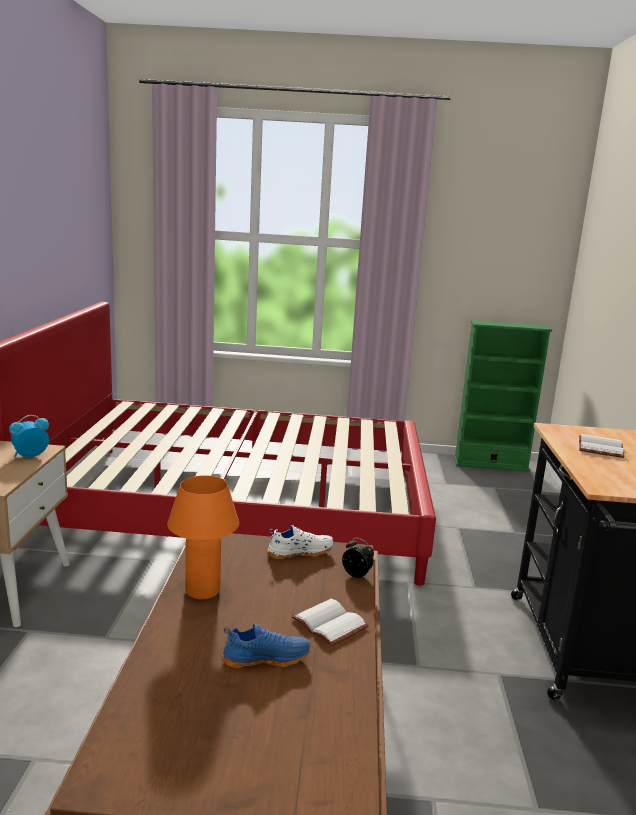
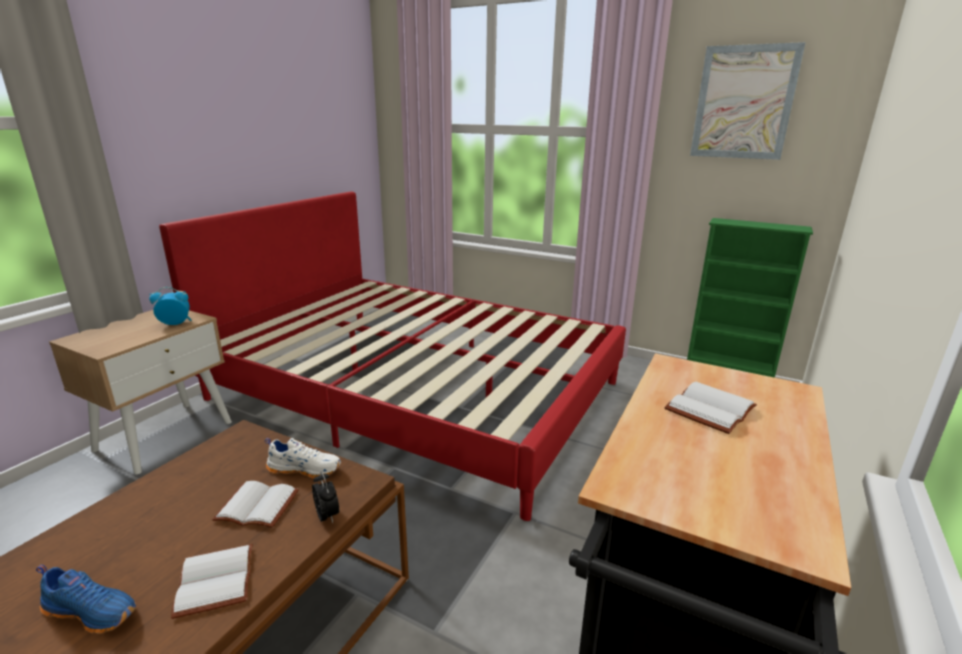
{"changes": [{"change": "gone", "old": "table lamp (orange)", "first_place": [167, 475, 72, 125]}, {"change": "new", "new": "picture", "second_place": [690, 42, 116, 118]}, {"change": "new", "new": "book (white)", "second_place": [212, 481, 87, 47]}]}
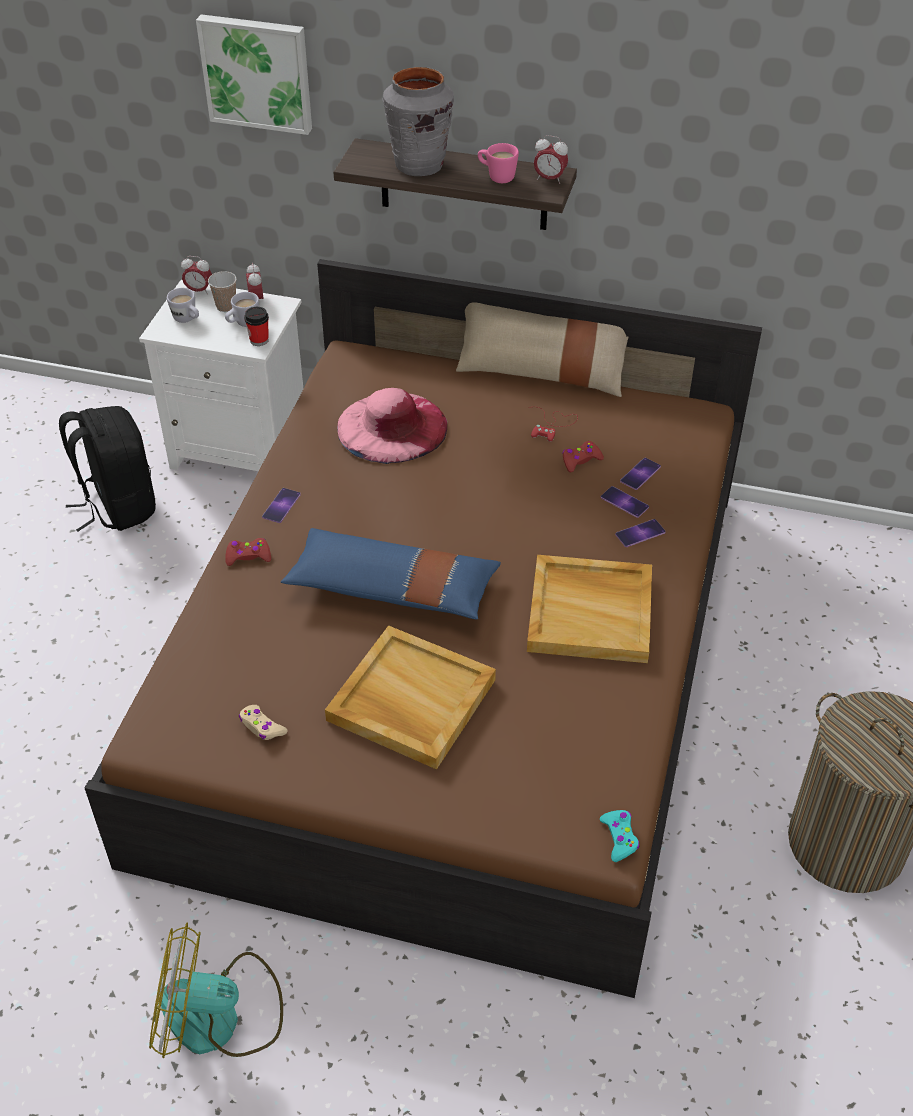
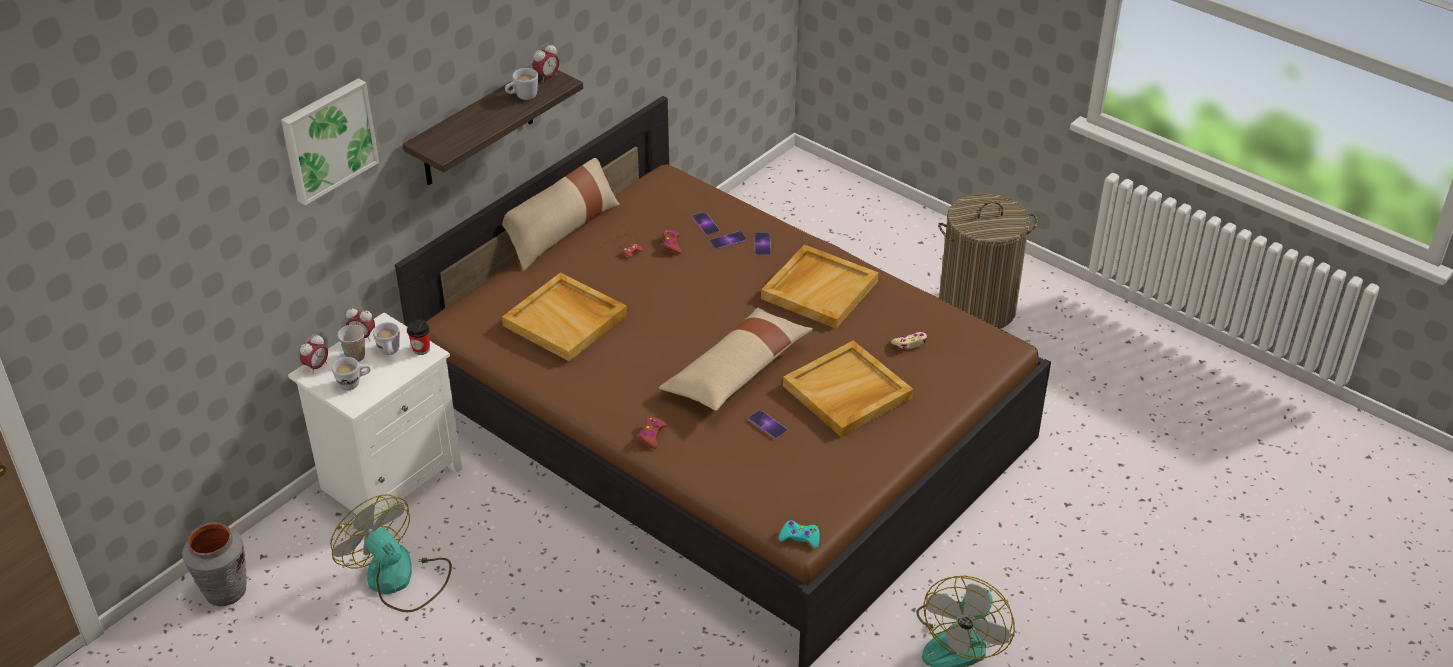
{"changes": [{"change": "shifted", "old": "vase (grey)", "first_place": [383, 67, 71, 109], "second_place": [182, 522, 65, 84]}, {"change": "repainted", "old": "mug (pink)", "new": "mug (white)", "first_place": [478, 143, 41, 40], "second_place": [505, 68, 33, 32]}, {"change": "swapped", "old": "hat (pink)", "new": "tray (beige)", "first_place": [337, 388, 110, 76], "second_place": [502, 272, 125, 90]}, {"change": "swapped", "old": "backpack (black)", "new": "fan", "first_place": [59, 406, 97, 126], "second_place": [330, 494, 122, 118]}, {"change": "shifted", "old": "phone", "first_place": [262, 488, 39, 35], "second_place": [748, 410, 40, 29]}, {"change": "repainted", "old": "pillow (blue)", "new": "pillow (beige)", "first_place": [281, 528, 220, 91], "second_place": [659, 308, 154, 103]}, {"change": "shifted", "old": "game controller (beige)", "first_place": [239, 705, 49, 35], "second_place": [891, 332, 36, 17]}, {"change": "shifted", "old": "game controller (turquoise)", "first_place": [600, 810, 39, 52], "second_place": [779, 520, 41, 28]}]}
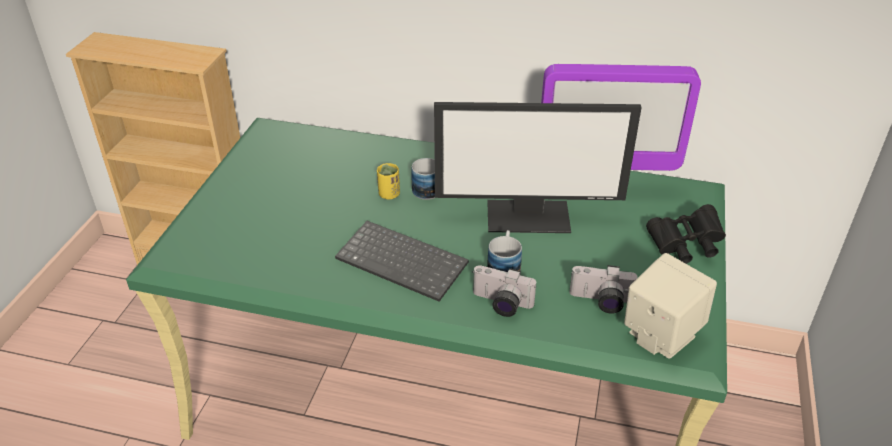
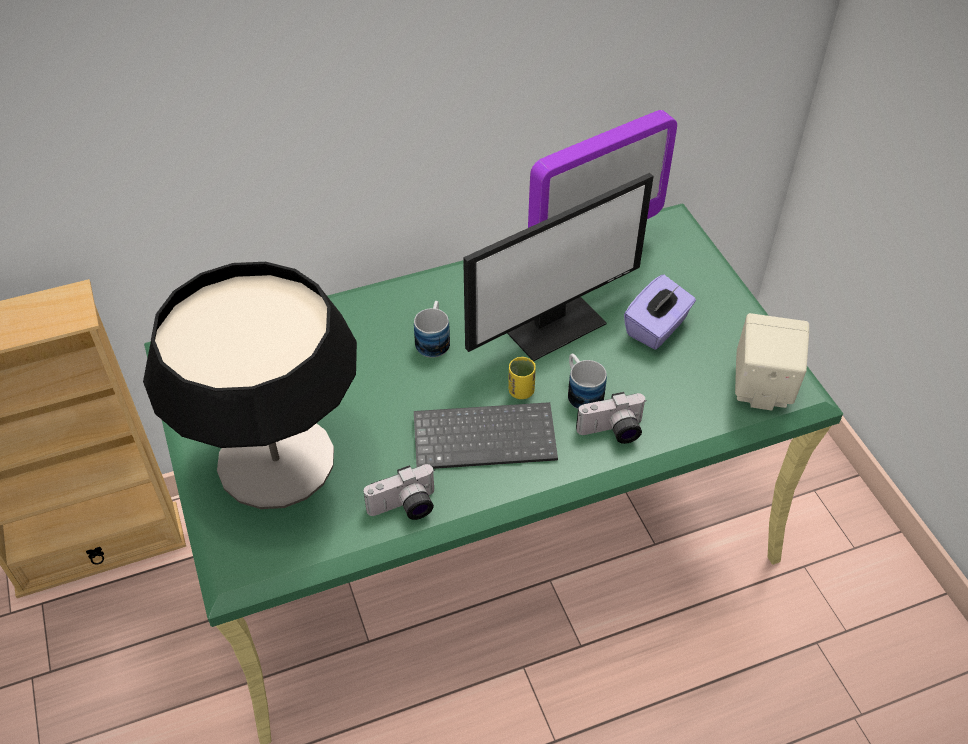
{"changes": [{"change": "shifted", "old": "cup (yellow)", "first_place": [377, 163, 23, 36], "second_place": [508, 357, 28, 42]}, {"change": "gone", "old": "binoculars (black)", "first_place": [646, 204, 80, 60]}, {"change": "shifted", "old": "photo camera", "first_place": [569, 265, 69, 49], "second_place": [363, 464, 72, 56]}, {"change": "new", "new": "table lamp", "second_place": [143, 262, 214, 247]}, {"change": "new", "new": "tissue box (purple)", "second_place": [624, 275, 72, 75]}]}
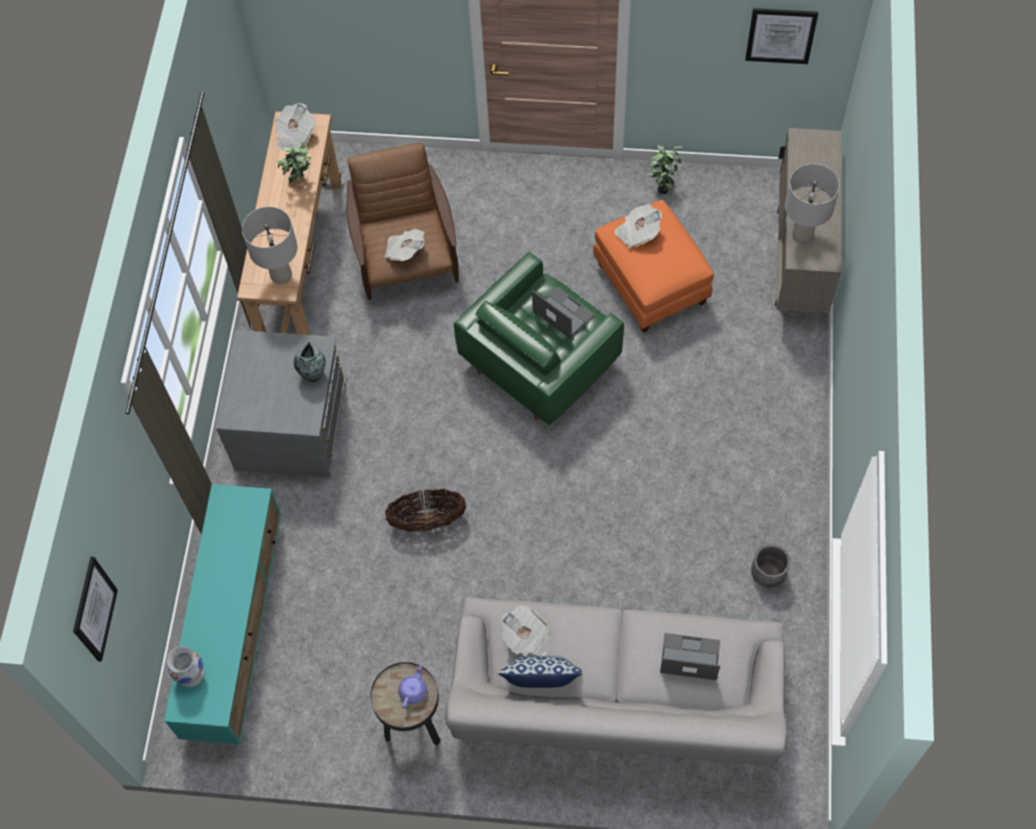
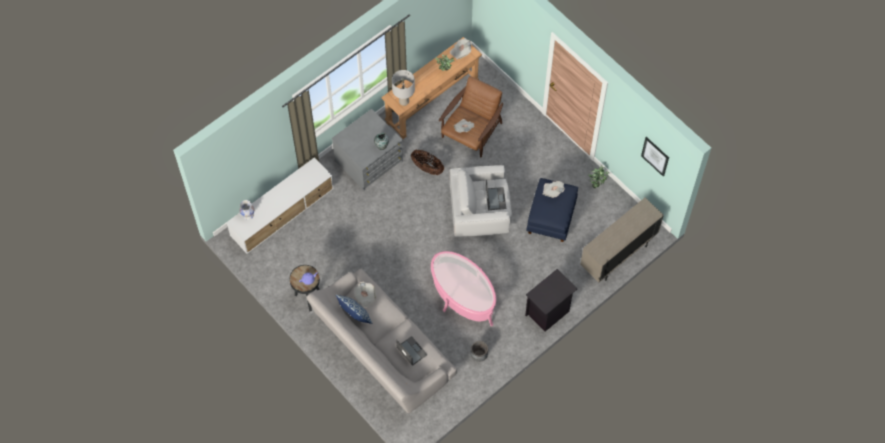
{"changes": [{"change": "gone", "old": "table lamp (grey)", "first_place": [785, 164, 55, 79]}, {"change": "repainted", "old": "ottoman (orange)", "new": "ottoman (blue)", "first_place": [593, 200, 121, 133], "second_place": [527, 178, 51, 64]}, {"change": "repainted", "old": "armchair (green)", "new": "armchair (white)", "first_place": [454, 252, 170, 173], "second_place": [450, 165, 62, 72]}, {"change": "repainted", "old": "tv stand (turquoise)", "new": "tv stand (white)", "first_place": [164, 484, 117, 260], "second_place": [226, 157, 108, 97]}, {"change": "shifted", "old": "basket", "first_place": [385, 489, 81, 43], "second_place": [411, 150, 33, 25]}, {"change": "gone", "old": "picture", "first_place": [73, 557, 45, 105]}, {"change": "new", "new": "coffee table (pink)", "second_place": [431, 251, 65, 76]}, {"change": "new", "new": "nightstand (black)", "second_place": [525, 269, 52, 63]}]}
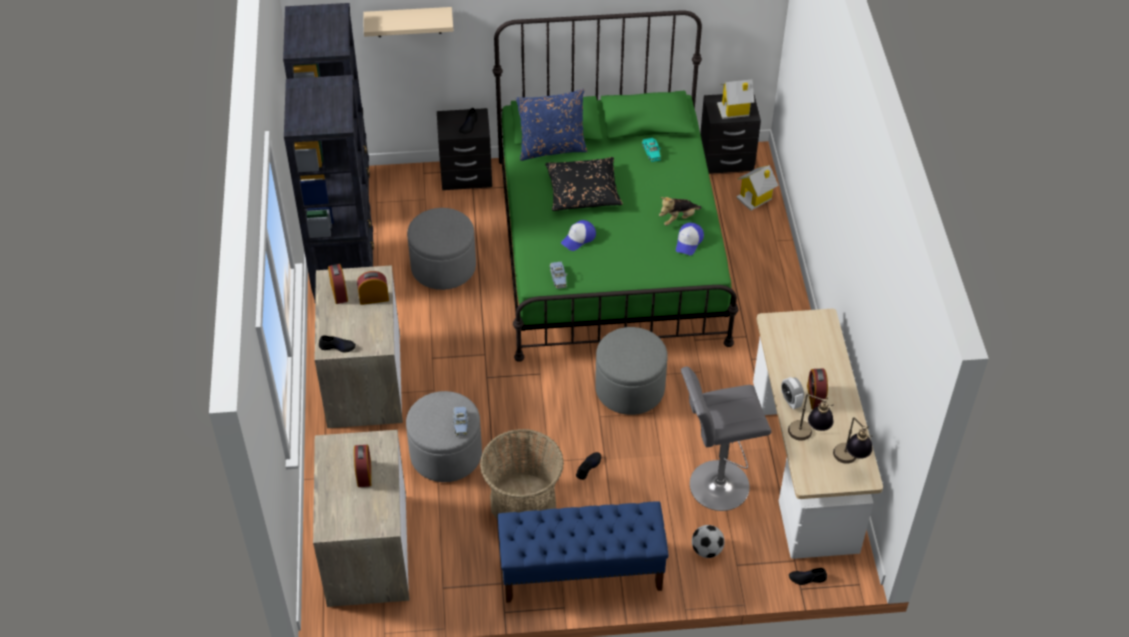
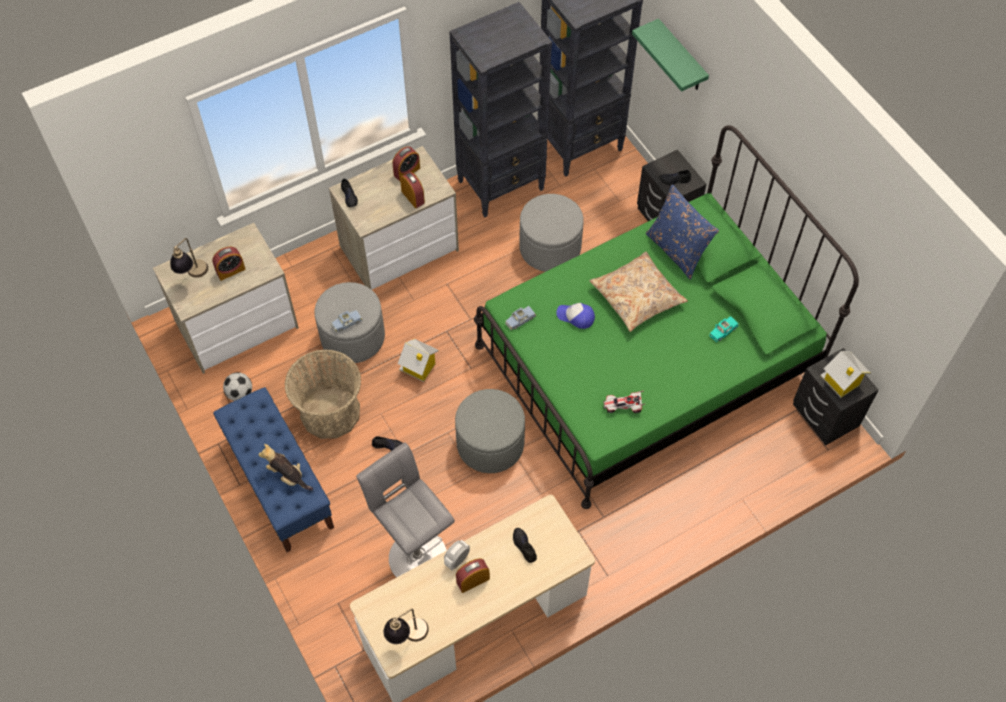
{"changes": [{"change": "repainted", "old": "shelf (beige)", "new": "shelf (green)", "first_place": [363, 7, 91, 30], "second_place": [632, 19, 77, 73]}, {"change": "repainted", "old": "pillow (black)", "new": "pillow (beige)", "first_place": [545, 157, 78, 54], "second_place": [589, 252, 99, 80]}, {"change": "shifted", "old": "toy house", "first_place": [736, 165, 43, 46], "second_place": [398, 339, 41, 43]}, {"change": "shifted", "old": "plush toy", "first_place": [659, 197, 42, 29], "second_place": [258, 444, 55, 47]}, {"change": "swapped", "old": "cap", "new": "toy car", "first_place": [676, 223, 28, 33], "second_place": [603, 391, 42, 22]}, {"change": "shifted", "old": "table lamp", "first_place": [788, 394, 46, 47], "second_place": [170, 238, 38, 40]}, {"change": "shifted", "old": "football", "first_place": [692, 525, 33, 33], "second_place": [223, 372, 29, 29]}, {"change": "shifted", "old": "shoe (black)", "first_place": [789, 568, 38, 17], "second_place": [513, 528, 24, 35]}]}
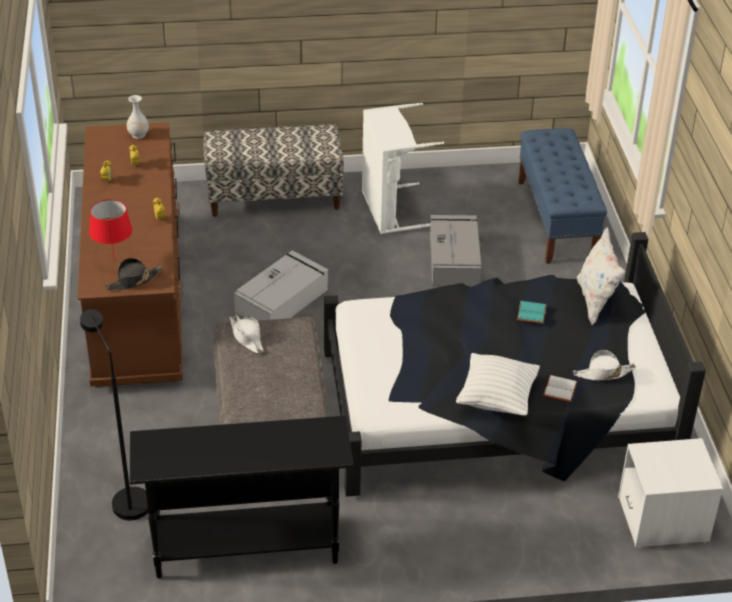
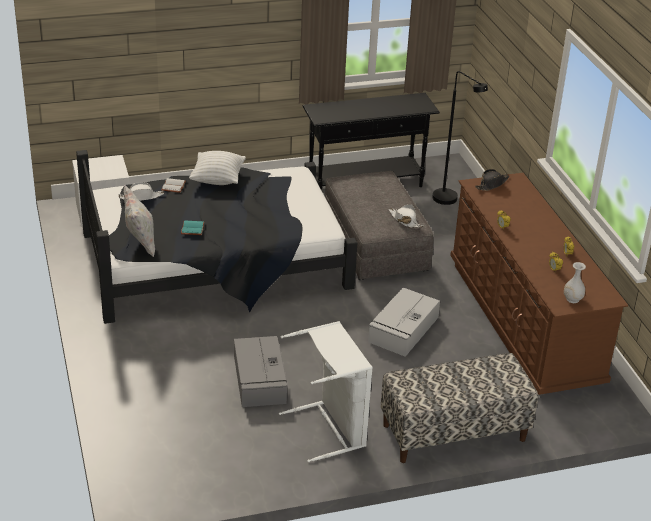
{"changes": [{"change": "gone", "old": "bench (blue)", "first_place": [518, 128, 89, 136]}, {"change": "gone", "old": "table lamp (red)", "first_place": [89, 199, 43, 63]}]}
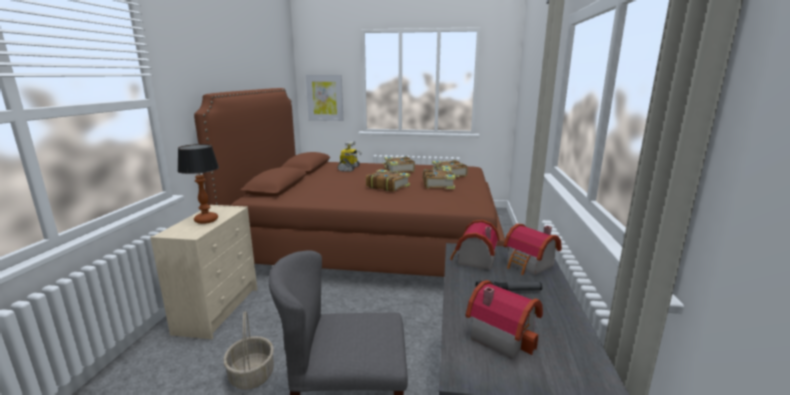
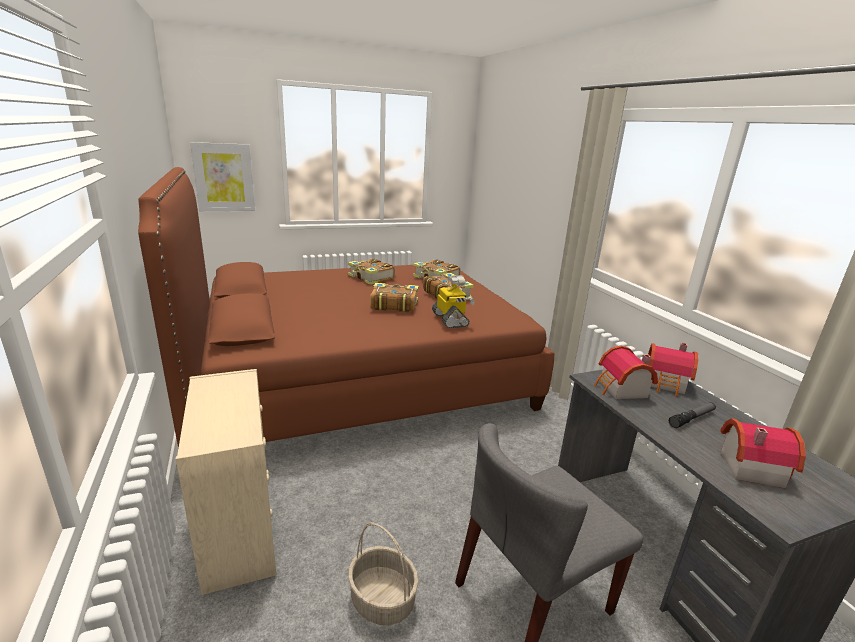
{"changes": [{"change": "shifted", "old": "toy robot", "first_place": [337, 141, 25, 31], "second_place": [432, 275, 43, 53]}, {"change": "gone", "old": "table lamp", "first_place": [177, 144, 42, 80]}]}
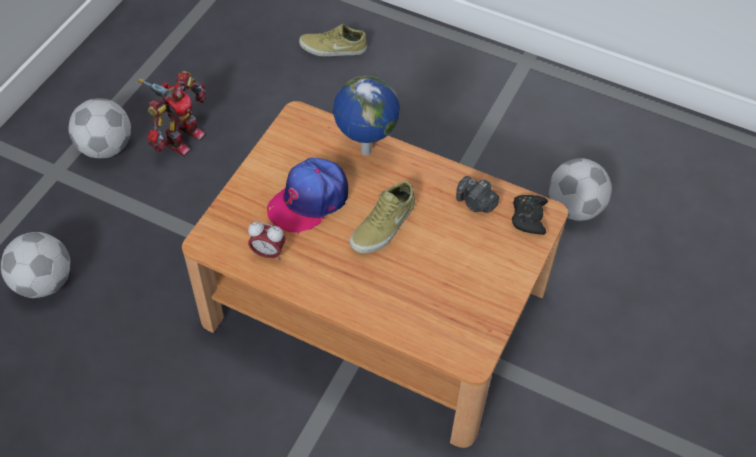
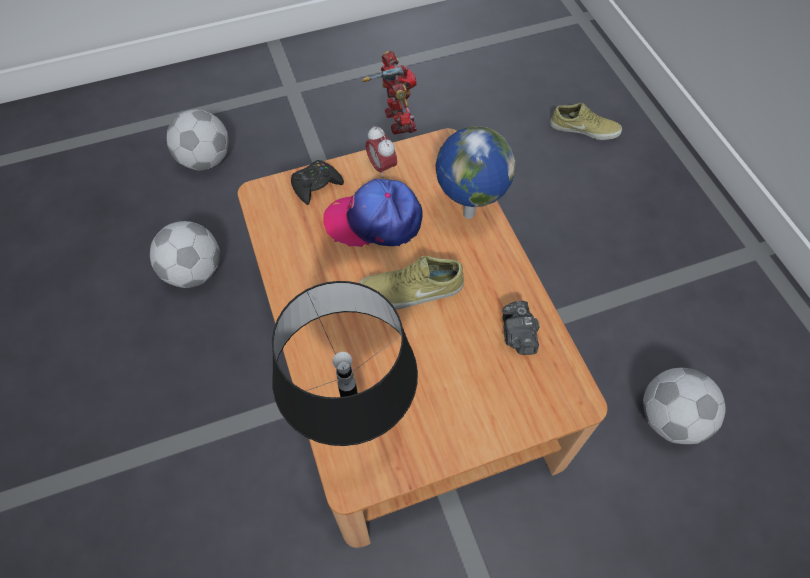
{"changes": [{"change": "rotated", "old": "shoe (beige)", "first_place": [299, 24, 68, 32], "second_place": [550, 103, 72, 37], "degrees": 150}, {"change": "rotated", "old": "toy robot", "first_place": [137, 71, 68, 85], "second_place": [362, 51, 55, 83], "degrees": -90}, {"change": "shifted", "old": "football", "first_place": [69, 98, 62, 60], "second_place": [150, 221, 70, 67]}, {"change": "shifted", "old": "game controller (black)", "first_place": [512, 195, 36, 40], "second_place": [291, 160, 53, 45]}, {"change": "shifted", "old": "alarm clock", "first_place": [248, 222, 38, 39], "second_place": [366, 126, 31, 52]}, {"change": "new", "new": "table lamp (black)", "second_place": [272, 281, 146, 165]}]}
